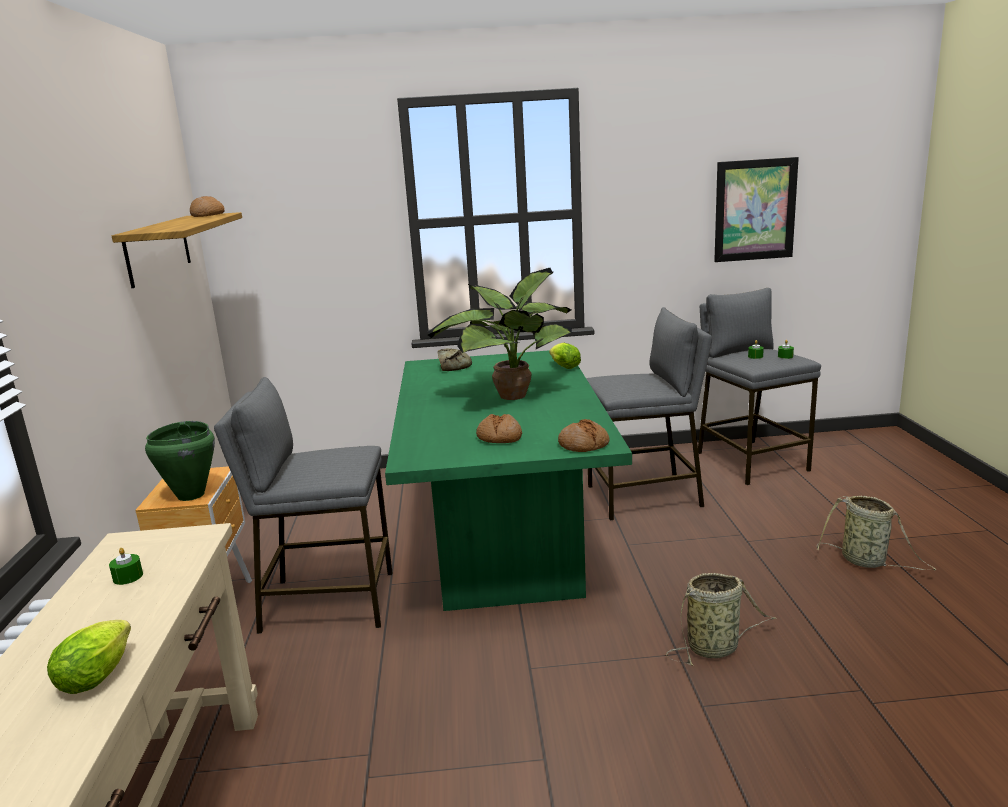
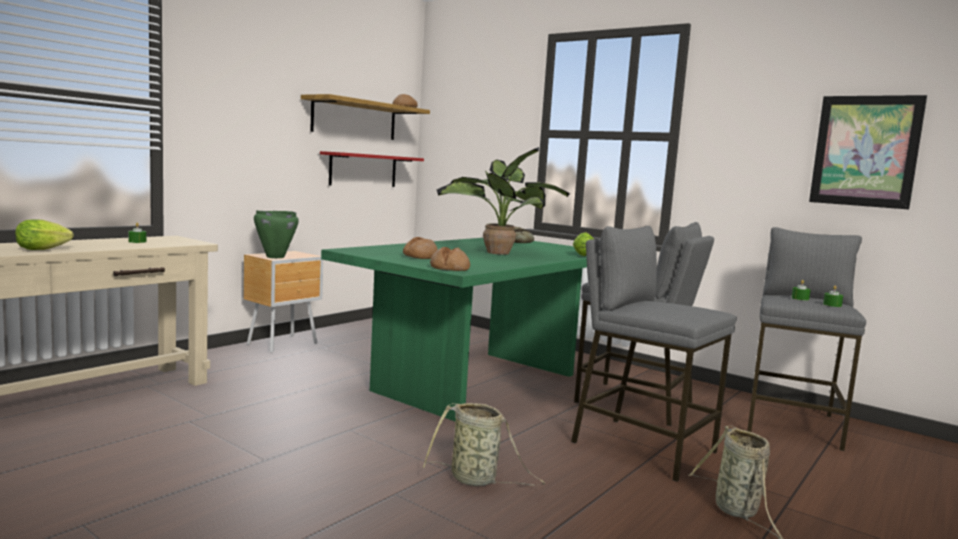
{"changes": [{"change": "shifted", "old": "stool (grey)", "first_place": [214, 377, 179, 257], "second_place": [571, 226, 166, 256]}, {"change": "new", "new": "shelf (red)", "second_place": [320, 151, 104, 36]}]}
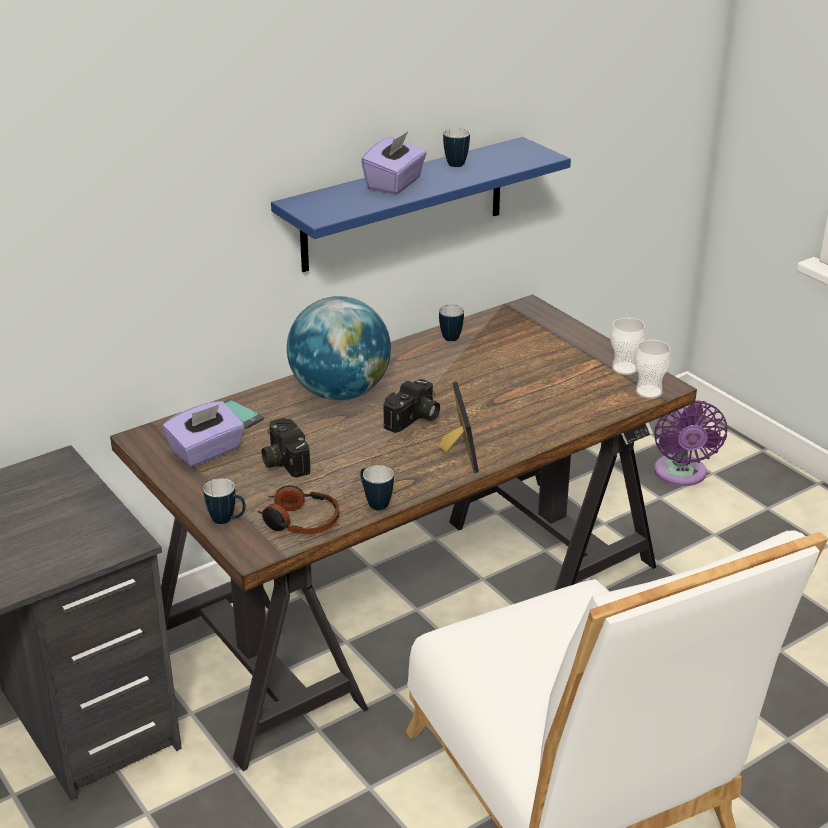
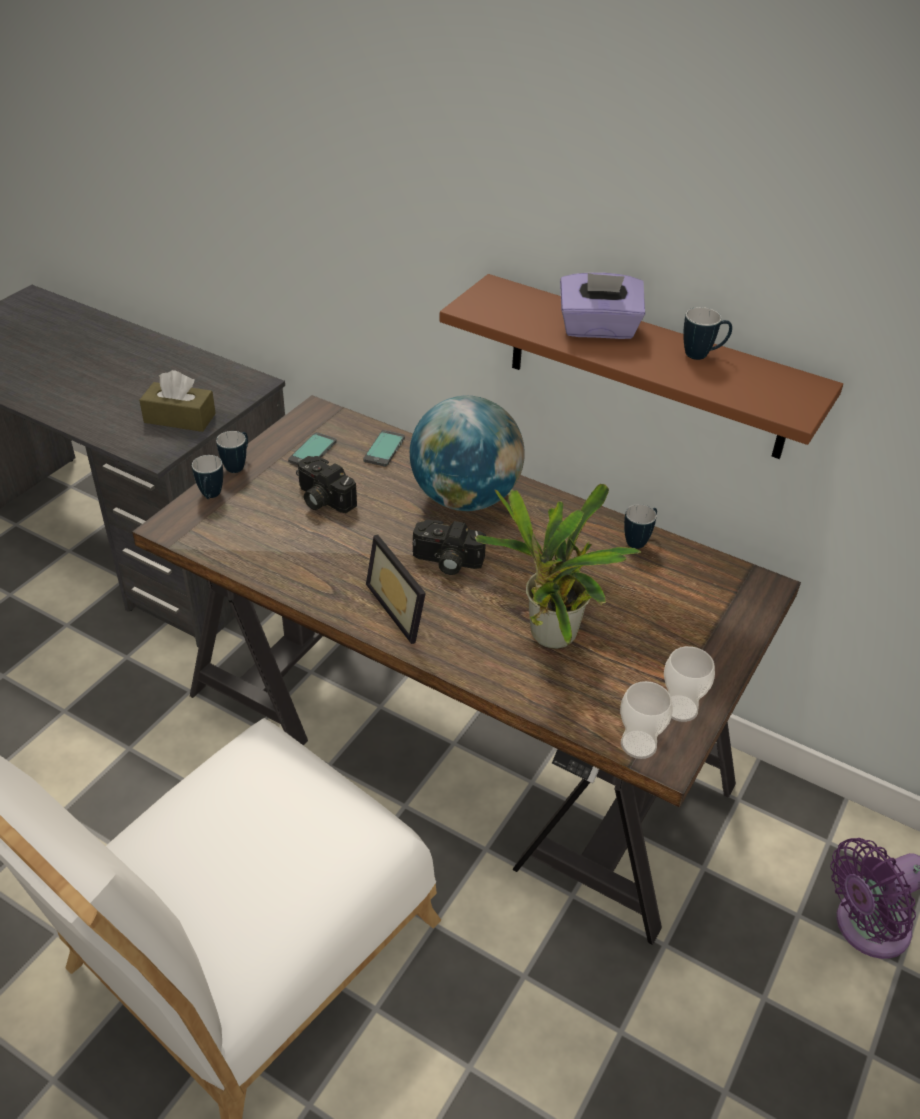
{"changes": [{"change": "repainted", "old": "shelf (blue)", "new": "shelf (brown)", "first_place": [271, 137, 300, 135], "second_place": [440, 274, 403, 185]}, {"change": "rotated", "old": "picture frame", "first_place": [439, 382, 40, 91], "second_place": [366, 535, 60, 109], "degrees": 90}, {"change": "swapped", "old": "tissue box (purple)", "new": "phone", "first_place": [163, 401, 81, 66], "second_place": [288, 432, 49, 33]}, {"change": "rotated", "old": "photo camera", "first_place": [262, 418, 48, 60], "second_place": [296, 456, 61, 57], "degrees": -90}, {"change": "shifted", "old": "mug", "first_place": [361, 465, 33, 45], "second_place": [216, 431, 32, 42]}, {"change": "gone", "old": "headphones", "first_place": [258, 485, 81, 49]}, {"change": "new", "new": "tissue box (brown)", "second_place": [139, 370, 77, 62]}, {"change": "new", "new": "potted plant", "second_place": [475, 484, 166, 165]}]}
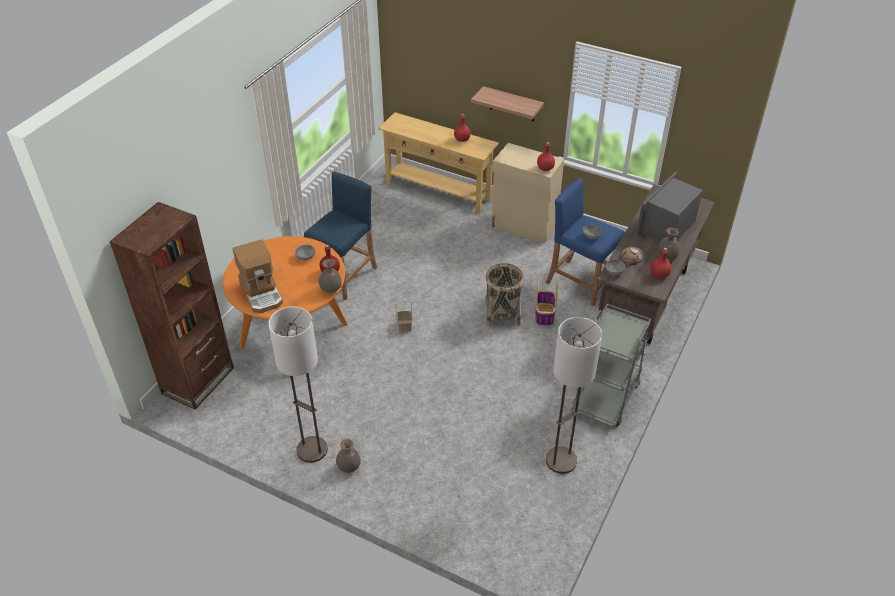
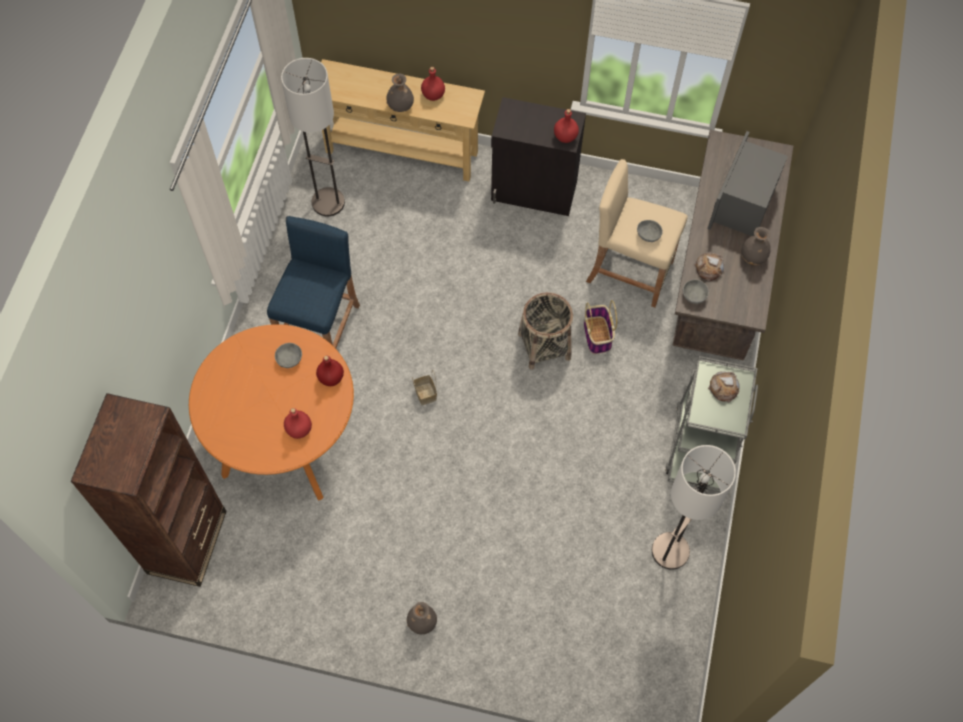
{"changes": [{"change": "gone", "old": "shelf", "first_place": [471, 86, 73, 36]}, {"change": "repainted", "old": "cabinet (beige)", "new": "cabinet (black)", "first_place": [492, 143, 72, 101], "second_place": [491, 97, 95, 119]}, {"change": "repainted", "old": "stool (blue)", "new": "stool (beige)", "first_place": [546, 178, 79, 128], "second_place": [586, 159, 102, 149]}, {"change": "gone", "old": "coffee machine", "first_place": [232, 239, 51, 74]}, {"change": "shifted", "old": "bottle (red)", "first_place": [651, 248, 21, 30], "second_place": [284, 408, 28, 31]}, {"change": "shifted", "old": "vase (grey)", "first_place": [319, 259, 23, 34], "second_place": [386, 73, 28, 39]}, {"change": "shifted", "old": "floor lamp", "first_place": [268, 306, 60, 157], "second_place": [281, 58, 64, 158]}, {"change": "new", "new": "bread", "second_place": [708, 371, 32, 31]}]}
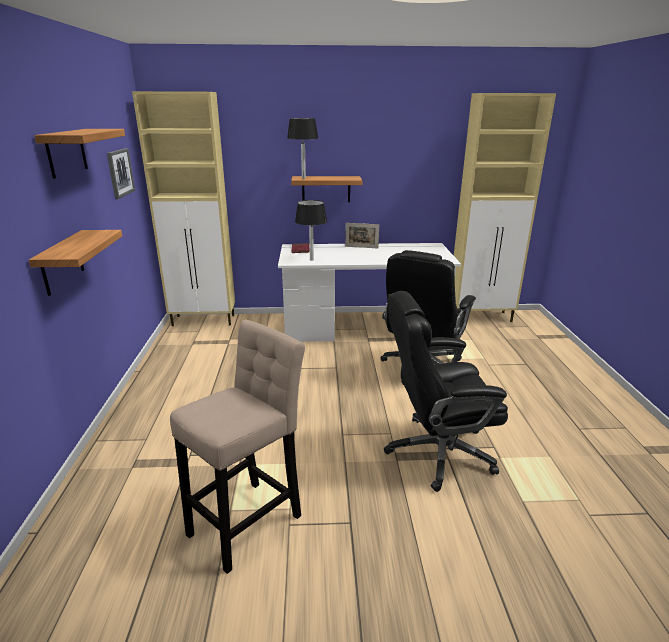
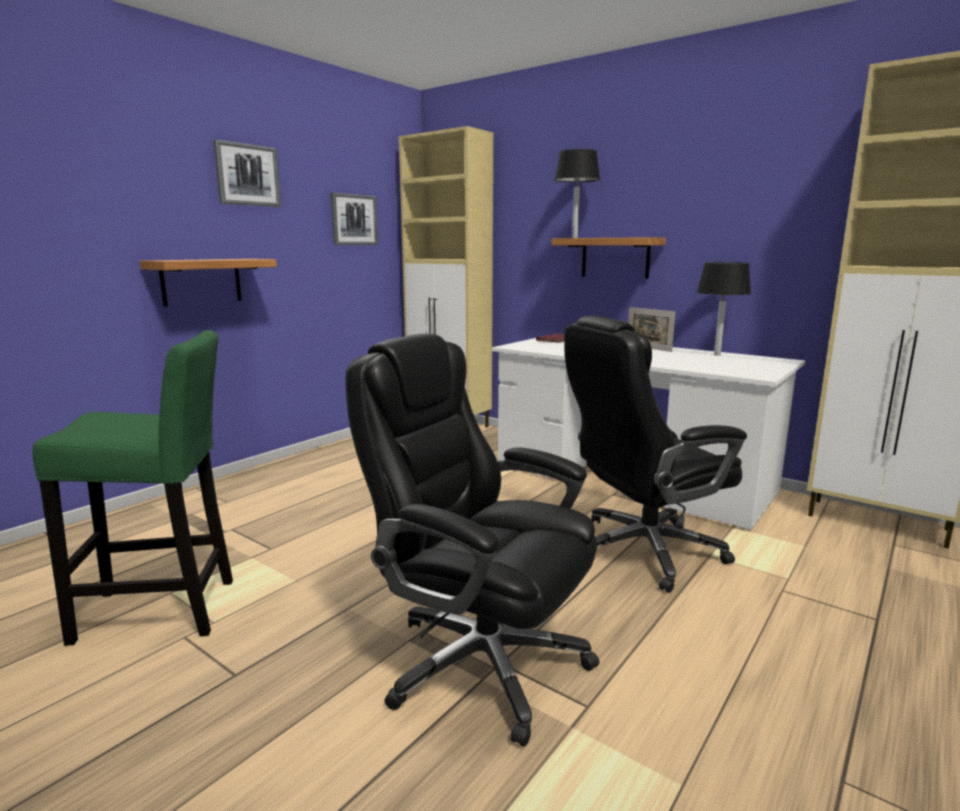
{"changes": [{"change": "swapped", "old": "shelf", "new": "picture", "first_place": [34, 129, 91, 50], "second_place": [213, 140, 68, 67]}, {"change": "shifted", "old": "table lamp (black)", "first_place": [295, 200, 32, 61], "second_place": [697, 262, 54, 94]}, {"change": "repainted", "old": "stool (beige)", "new": "stool (green)", "first_place": [170, 320, 135, 254], "second_place": [32, 330, 201, 316]}]}
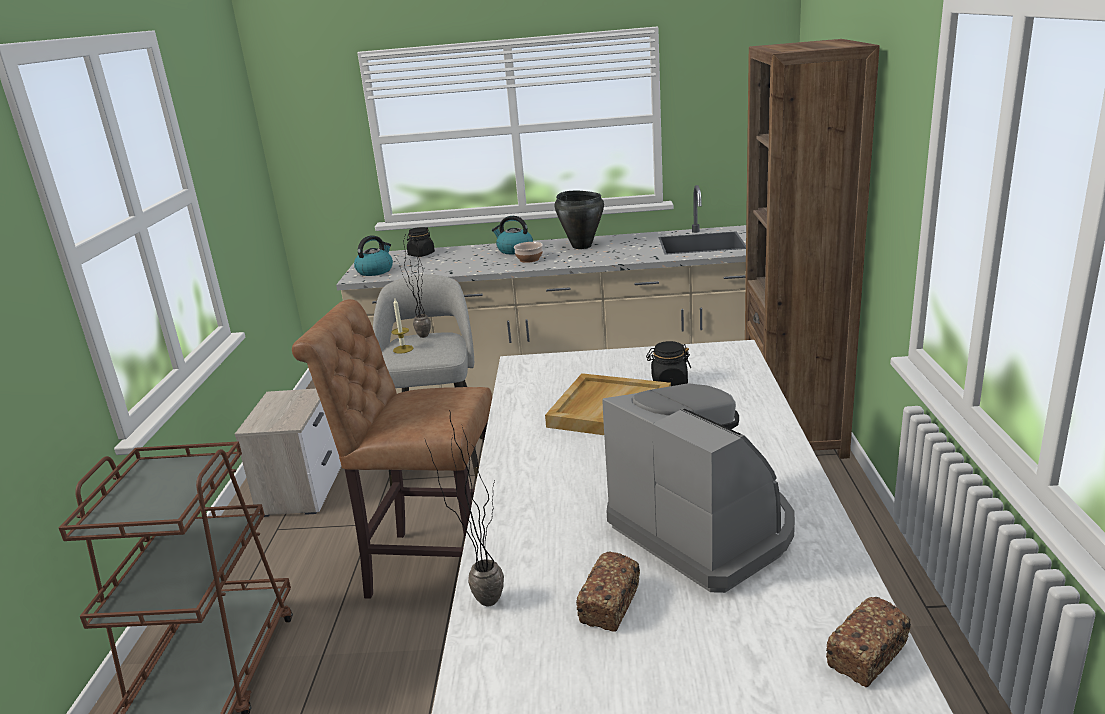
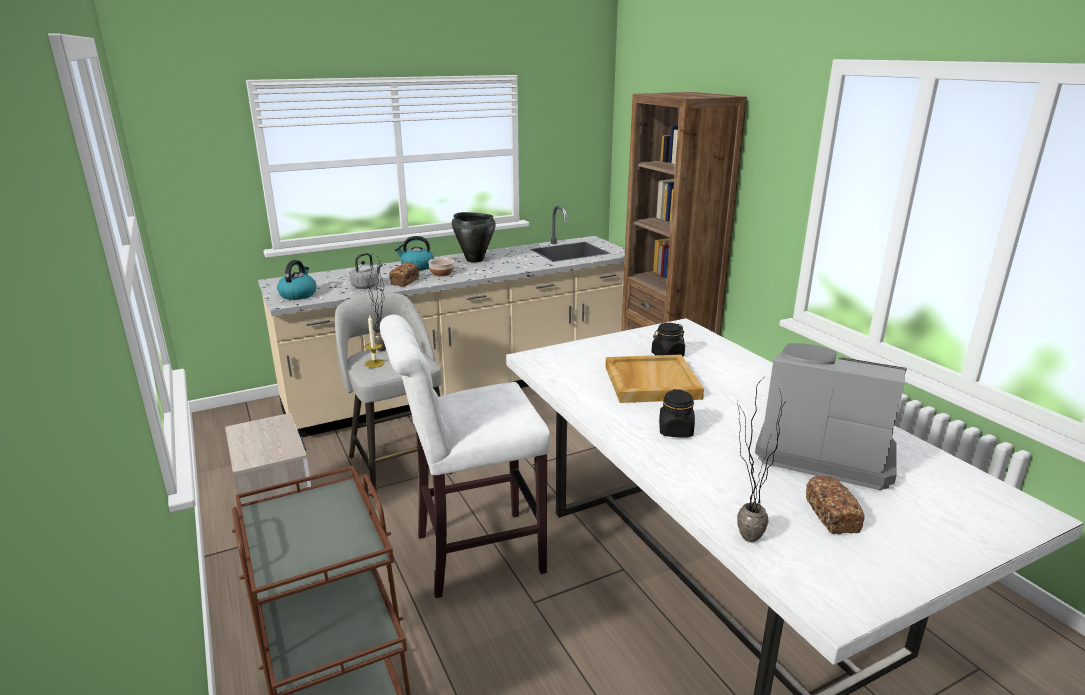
{"changes": [{"change": "shifted", "old": "jar (black)", "first_place": [407, 227, 28, 30], "second_place": [659, 389, 36, 49]}, {"change": "repainted", "old": "stool (brown)", "new": "stool (white)", "first_place": [292, 299, 200, 300], "second_place": [380, 315, 170, 283]}, {"change": "shifted", "old": "bread", "first_place": [826, 597, 85, 90], "second_place": [389, 262, 31, 25]}, {"change": "new", "new": "kettle (grey)", "second_place": [350, 253, 32, 36]}]}
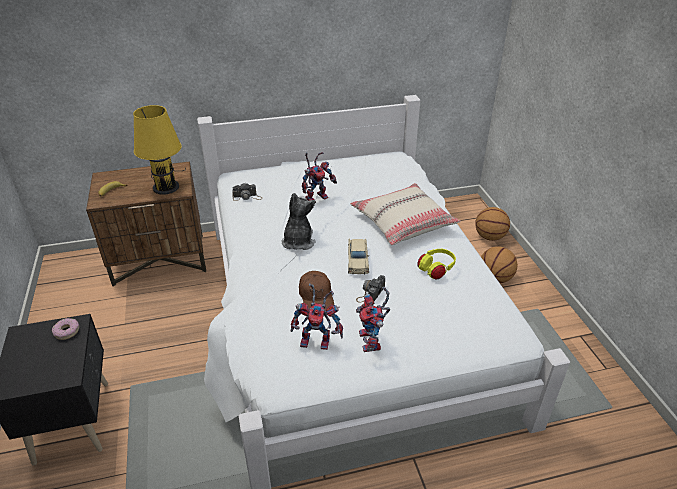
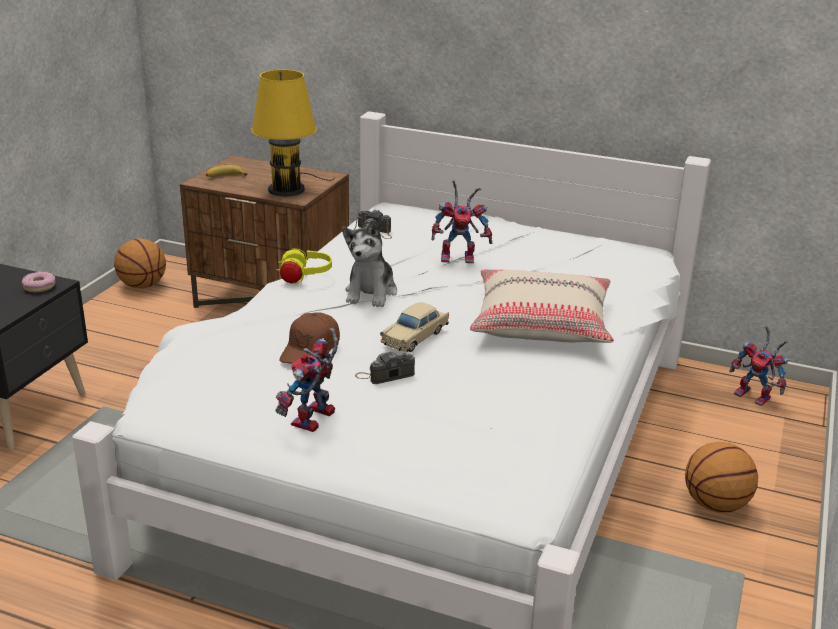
{"changes": [{"change": "rotated", "old": "plush toy", "first_place": [282, 193, 34, 57], "second_place": [342, 219, 55, 88], "degrees": 150}, {"change": "shifted", "old": "basketball", "first_place": [475, 207, 35, 34], "second_place": [114, 238, 52, 51]}, {"change": "shifted", "old": "headphones (yellow)", "first_place": [417, 249, 39, 31], "second_place": [276, 249, 56, 35]}, {"change": "shifted", "old": "toy robot", "first_place": [291, 283, 52, 67], "second_place": [729, 325, 61, 81]}]}
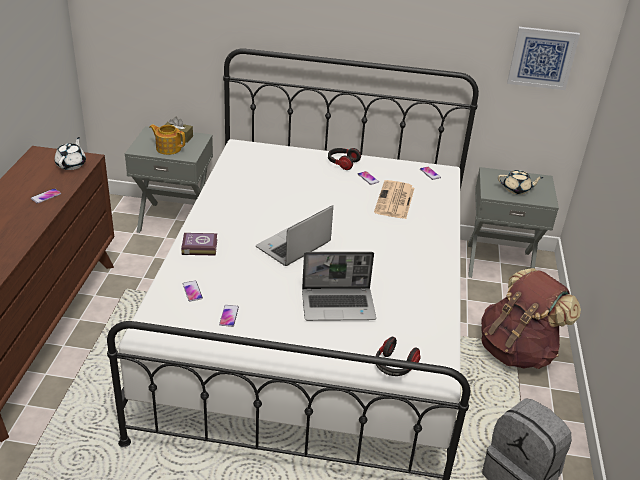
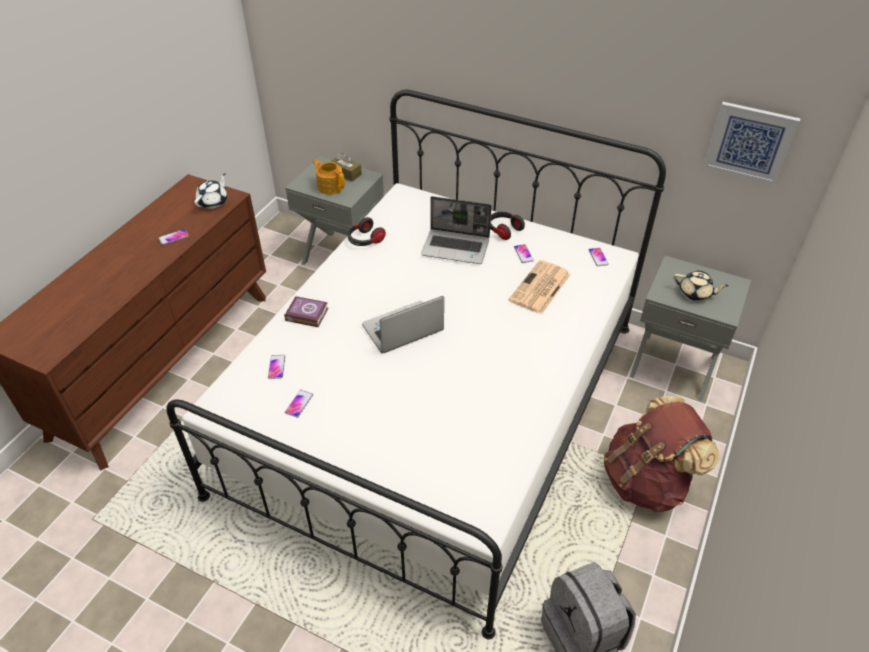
{"changes": [{"change": "shifted", "old": "laptop", "first_place": [302, 252, 74, 69], "second_place": [421, 196, 71, 68]}, {"change": "shifted", "old": "headphones", "first_place": [376, 337, 44, 39], "second_place": [348, 217, 38, 29]}]}
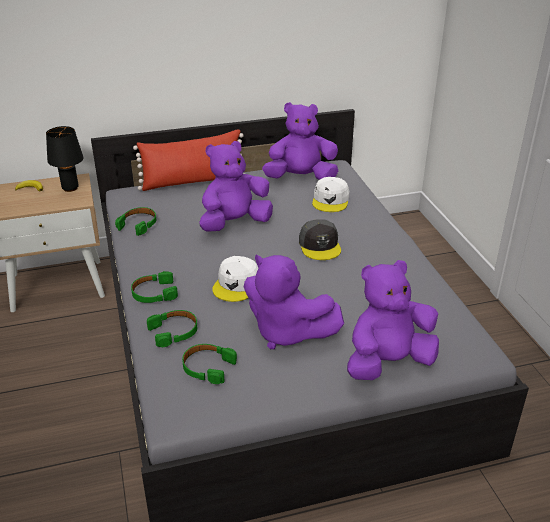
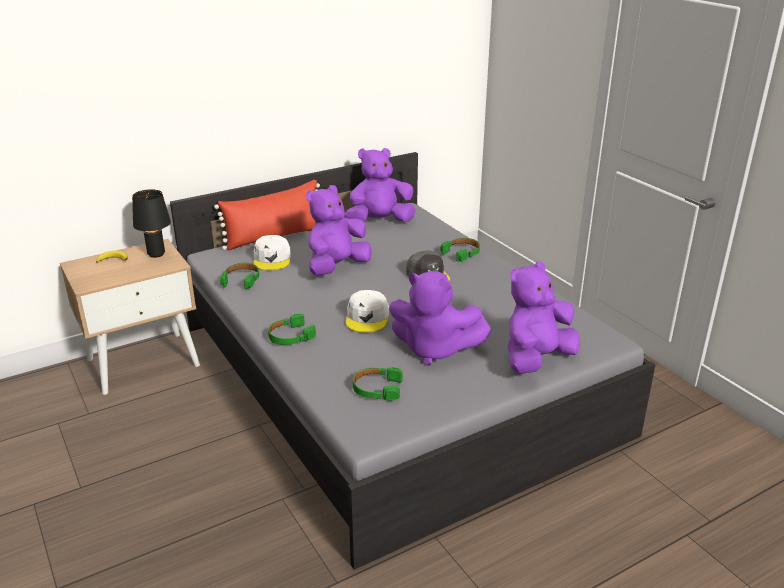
{"changes": [{"change": "shifted", "old": "cap (white)", "first_place": [312, 177, 38, 35], "second_place": [253, 235, 38, 35]}, {"change": "shifted", "old": "headphones (green)", "first_place": [147, 310, 50, 37], "second_place": [440, 238, 40, 24]}]}
